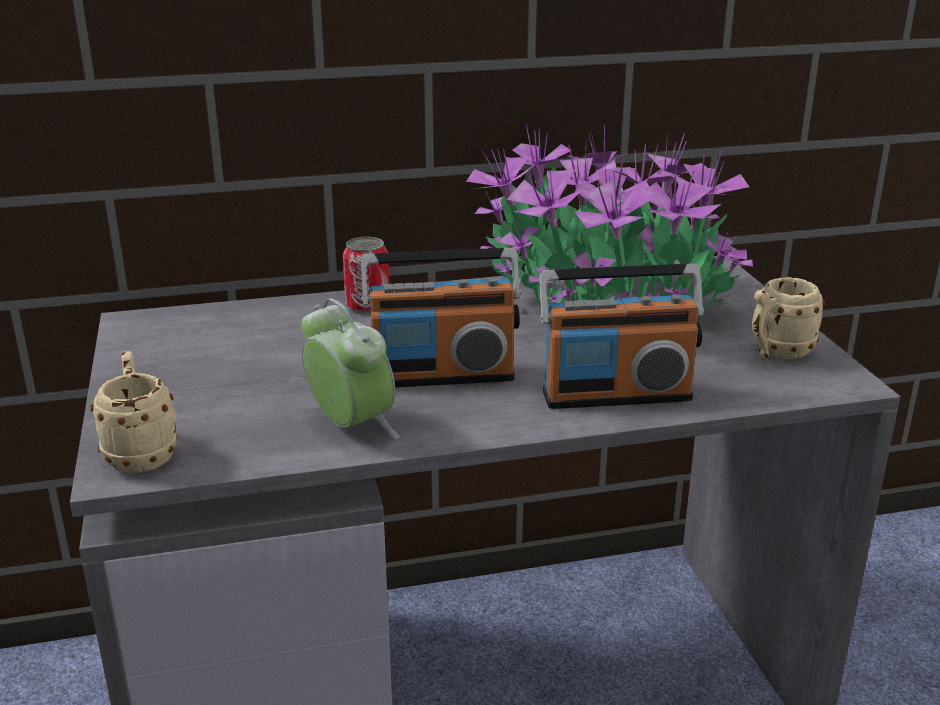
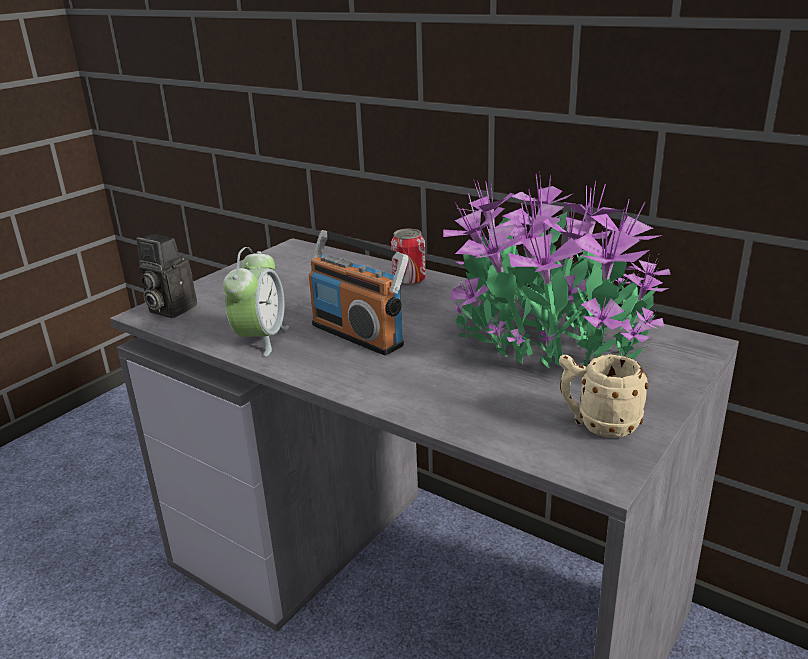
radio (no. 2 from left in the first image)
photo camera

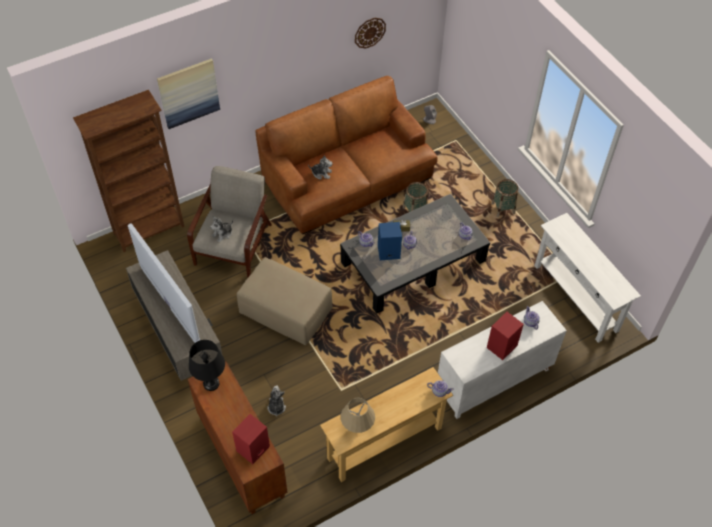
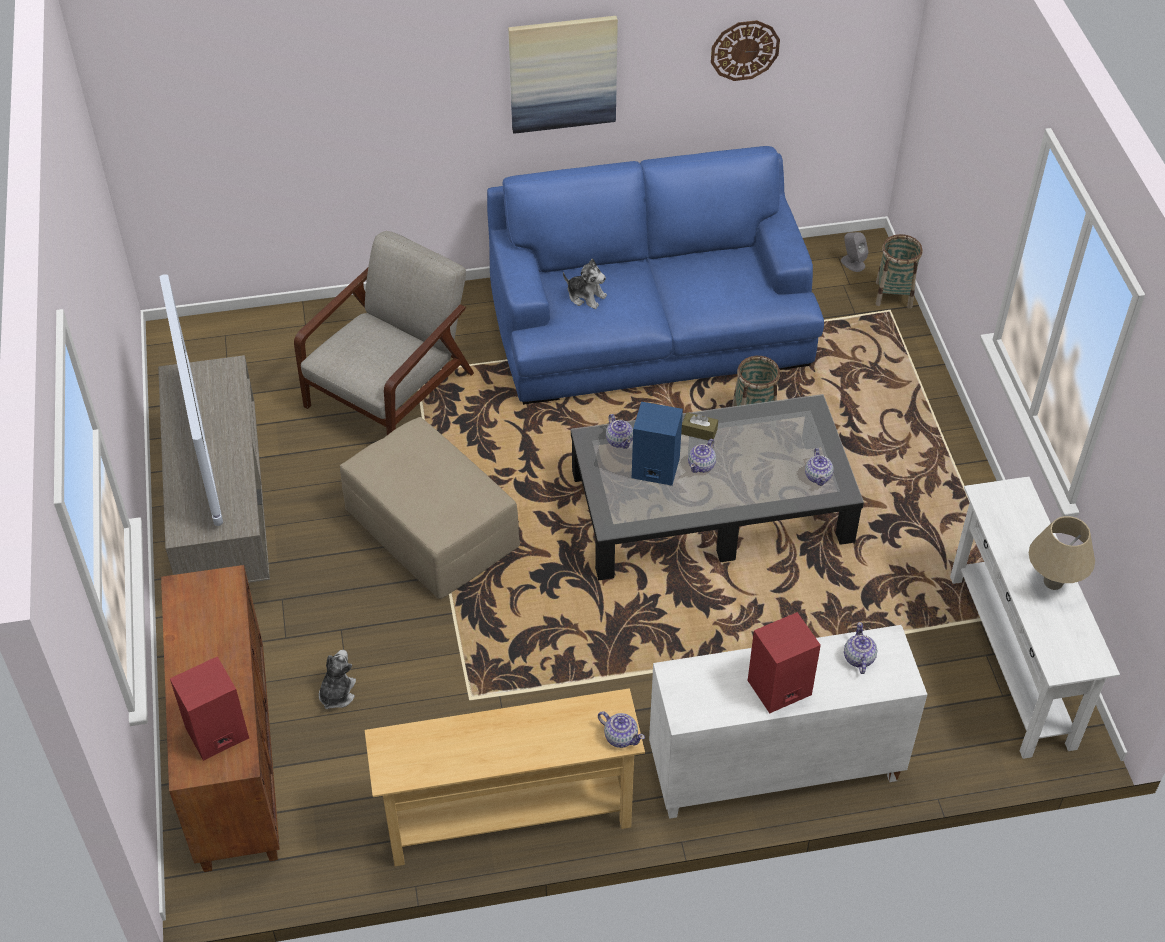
bookshelf/brown-coloured
tabletop lamp/blackish
soft toy (no. 1 from left in the first image)
wall picture
tabletop lamp/beige-coloured
basket (no. 2 from left)
sofa/blue

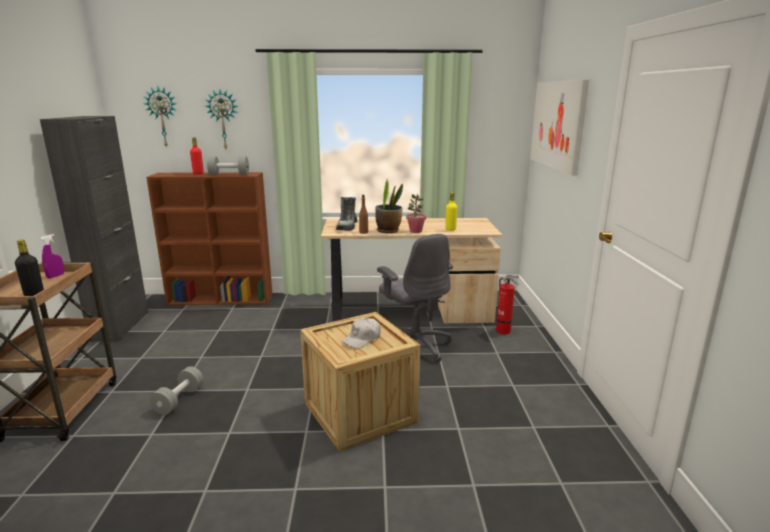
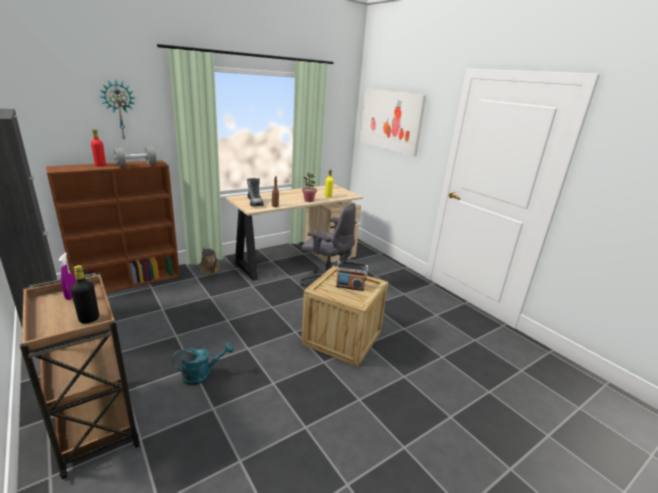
hanging clock (no. 1 from left in the first image)
houseplant (no. 1 from left in the first image)
extinguisher
watering pot/brown-coloured
watering pot/turquoise
radio

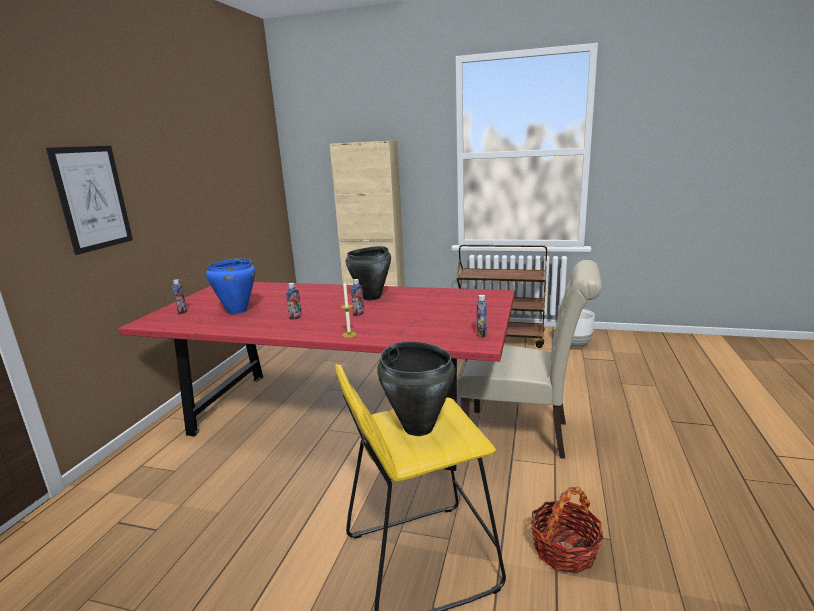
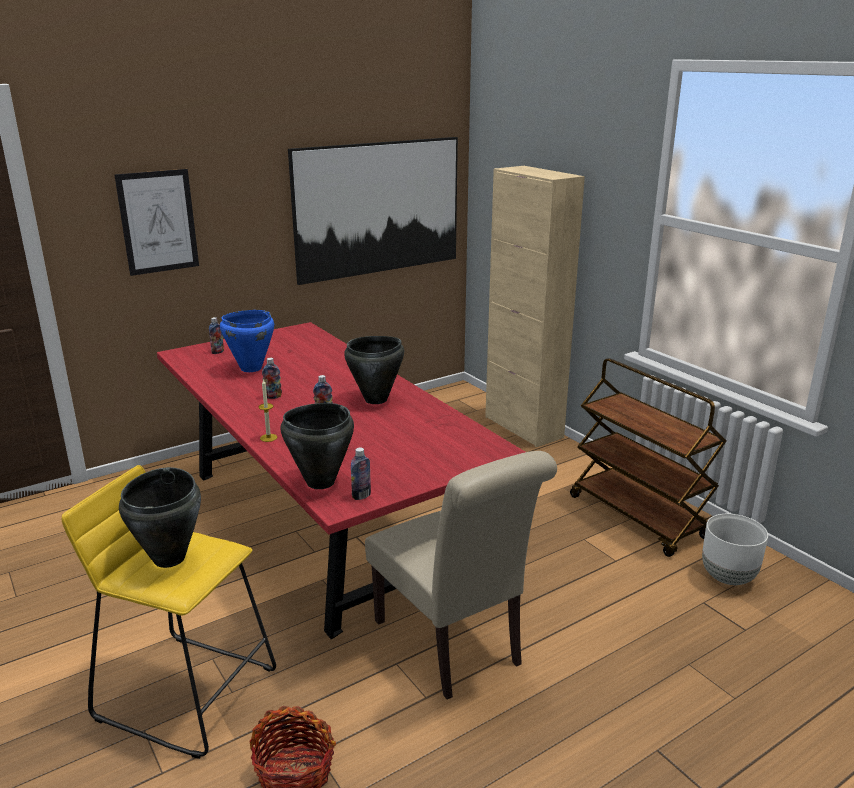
stockpot/blackish (no. 2 from left)
wall picture (no. 2 from left)

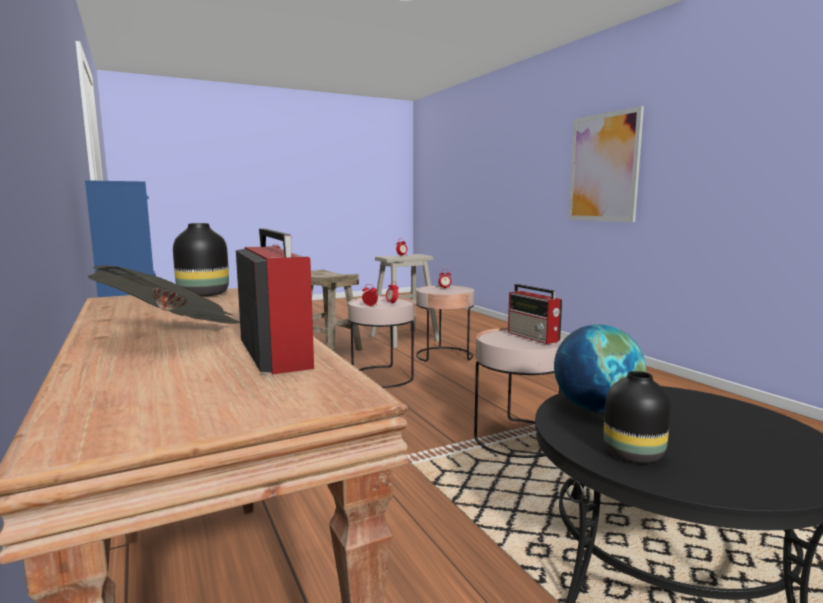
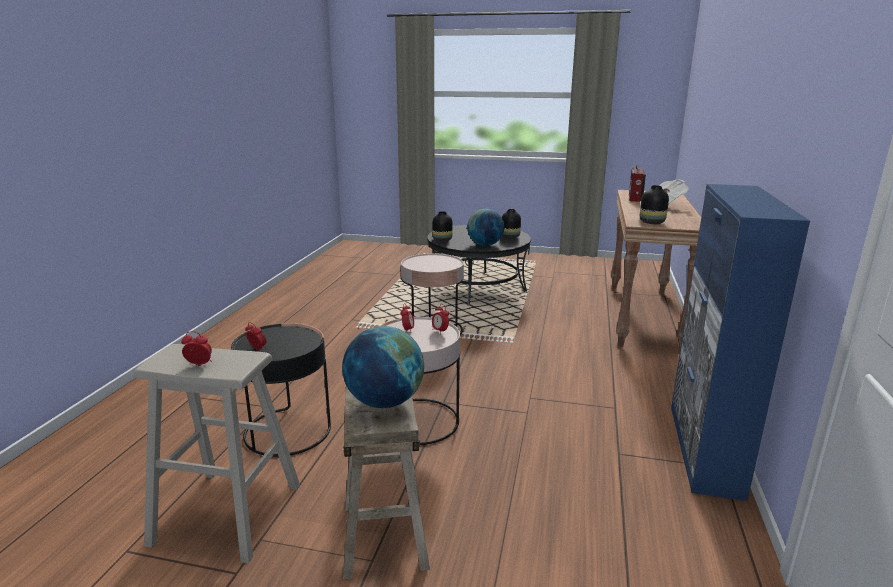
radio (no. 2 from left in the first image)
wall picture
desk globe (no. 1 from left)
vase/blackish (no. 1 from left)
end table/blackish

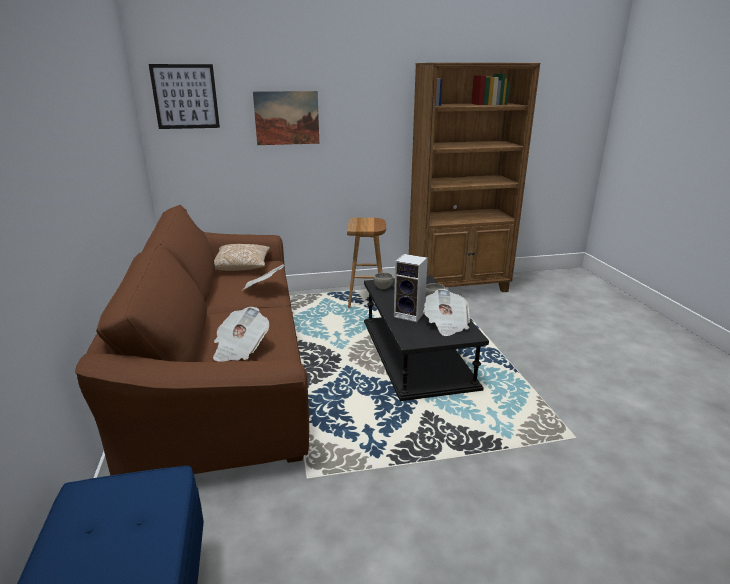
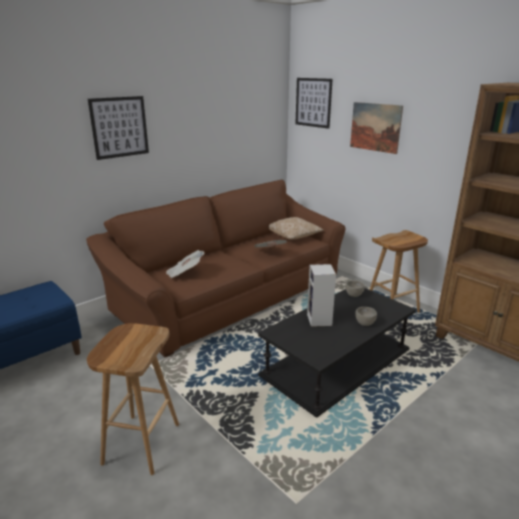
printed paper (no. 3 from left in the first image)
stool/brown-coloured (no. 1 from left)
wall picture (no. 1 from left)

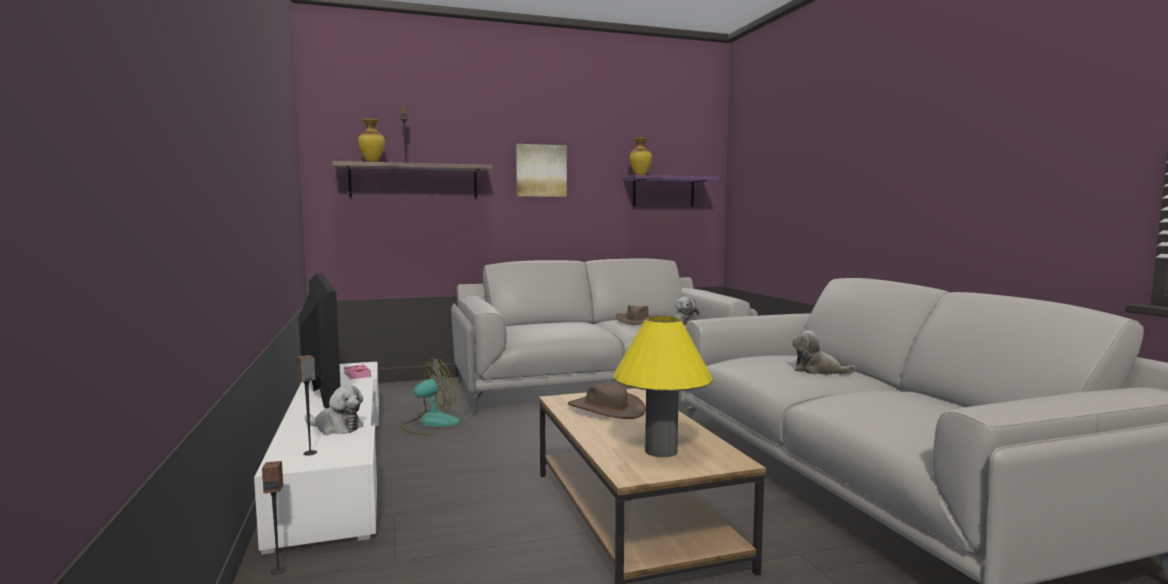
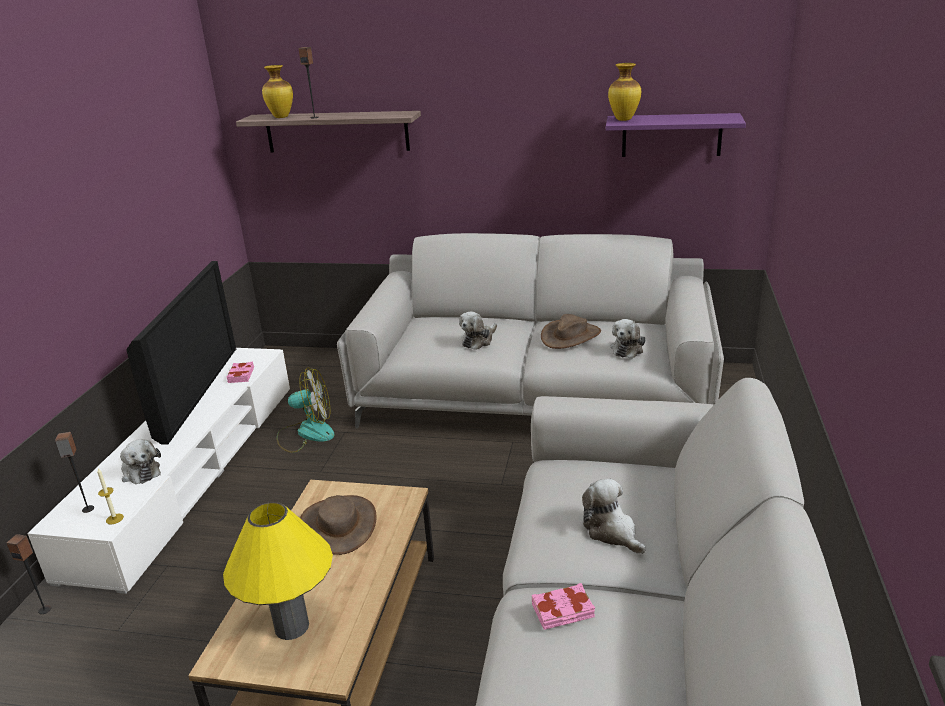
wall picture
candle
soft toy (no. 2 from left)
volume/pink-coloured (no. 2 from left)

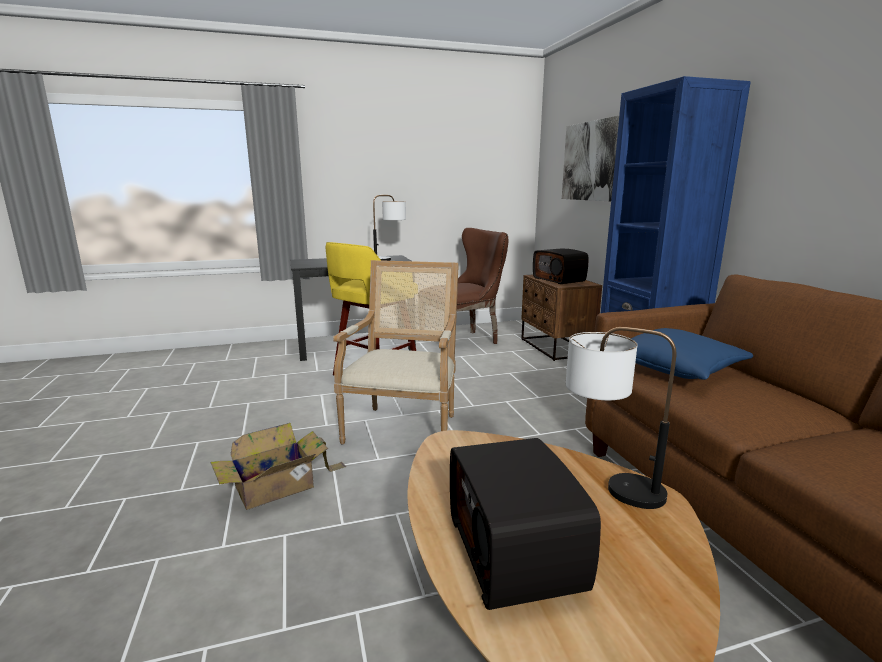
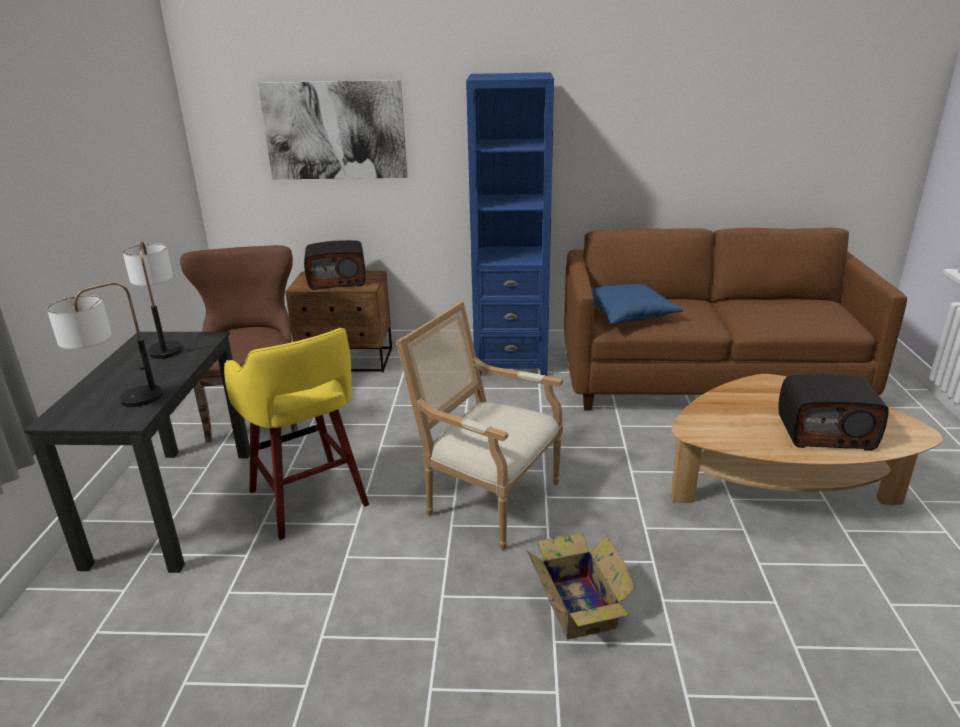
tabletop lamp (no. 1 from left)

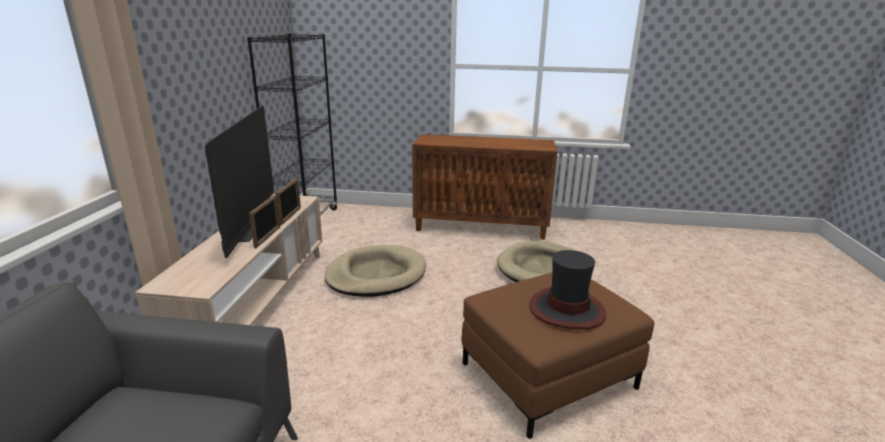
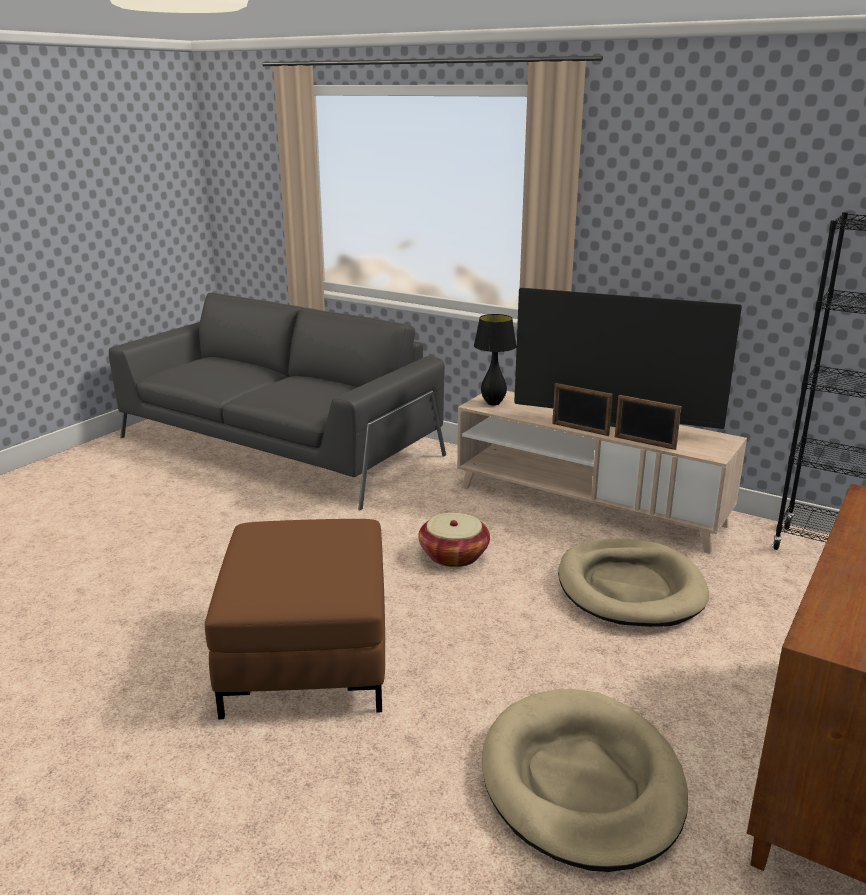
wearable hat
basket
tabletop lamp/blackish

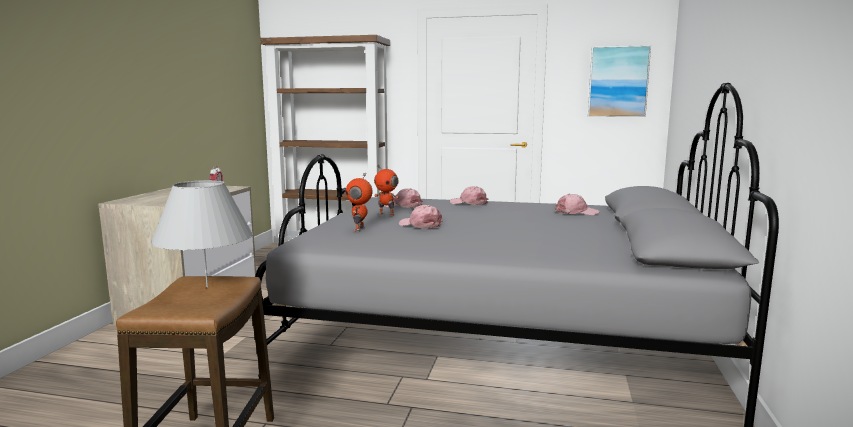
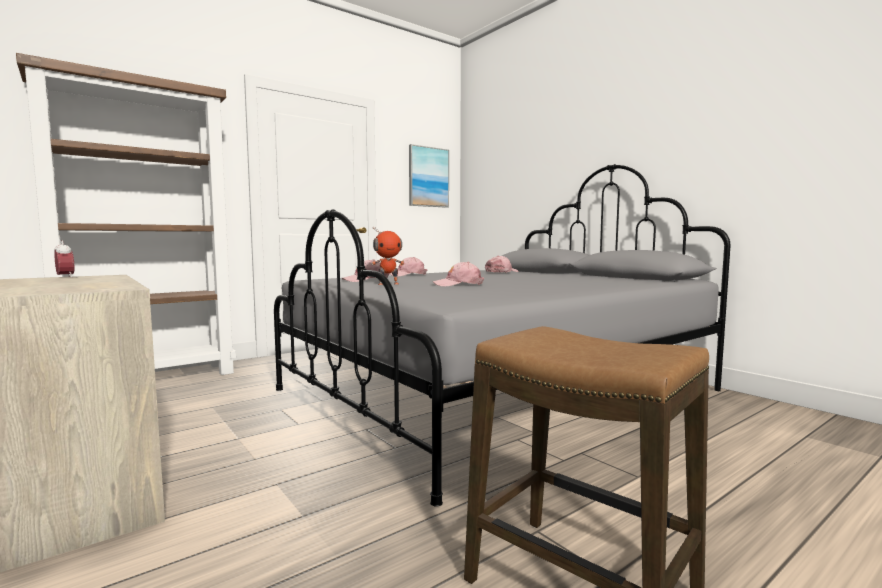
tabletop lamp/grey
robot figure (no. 1 from left in the first image)

